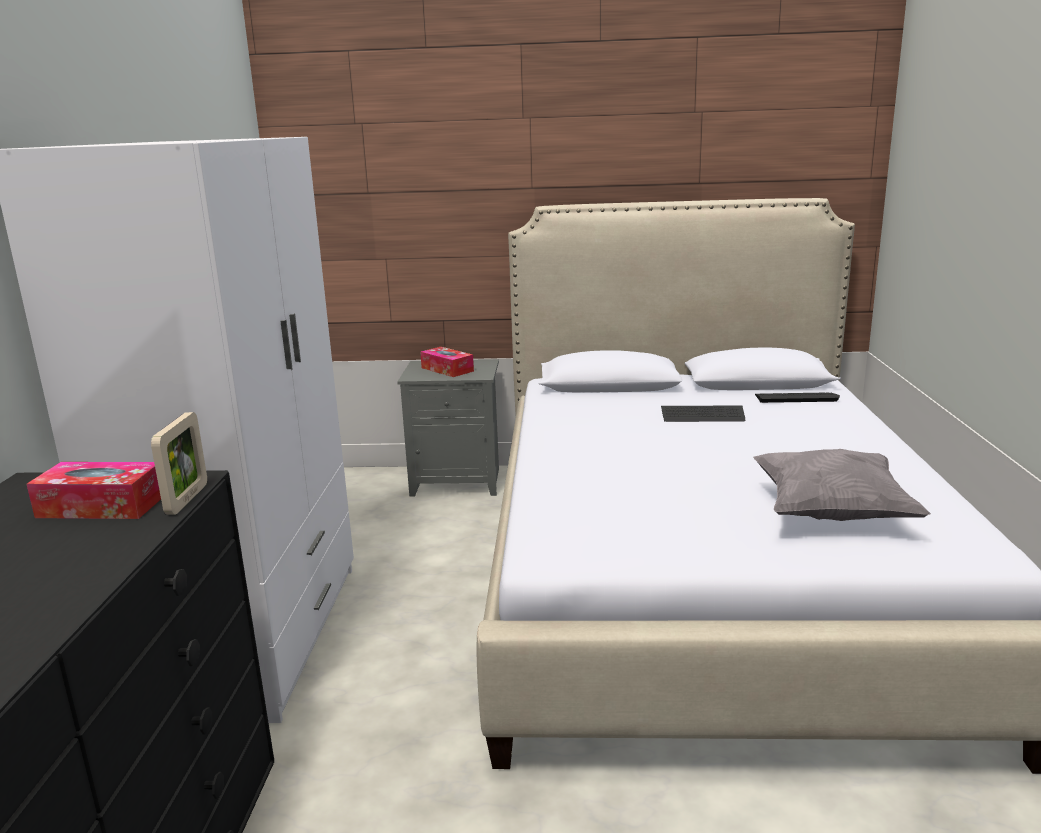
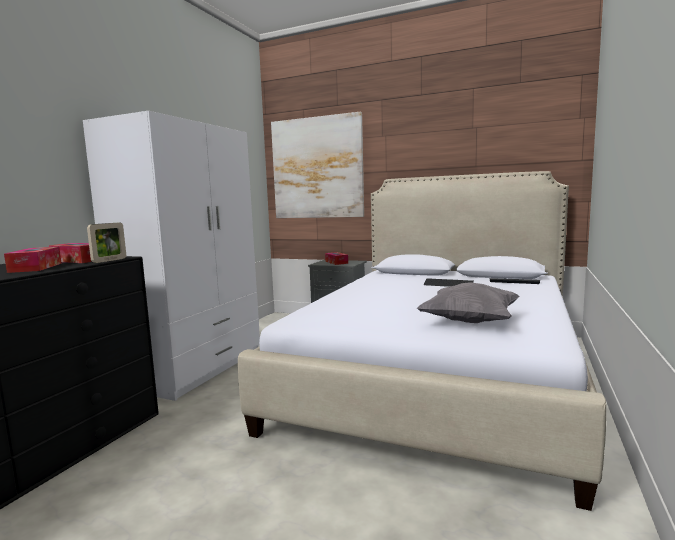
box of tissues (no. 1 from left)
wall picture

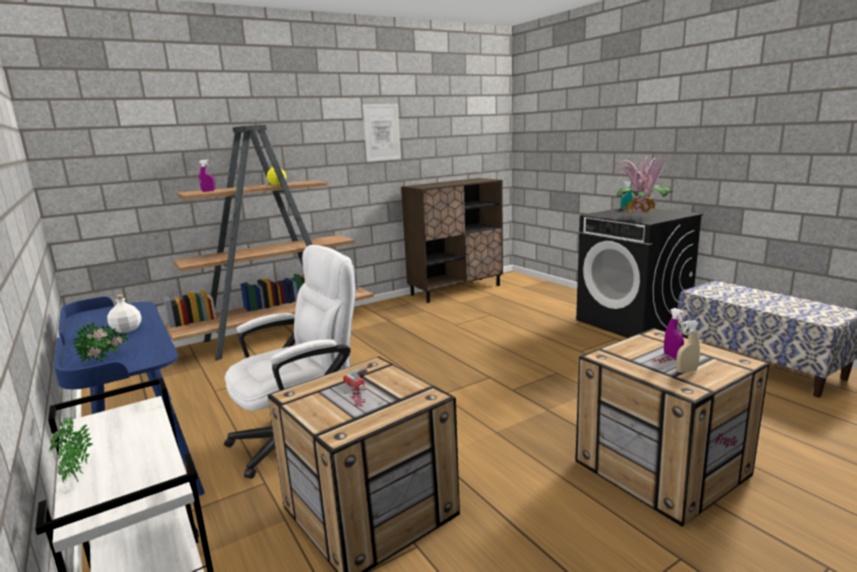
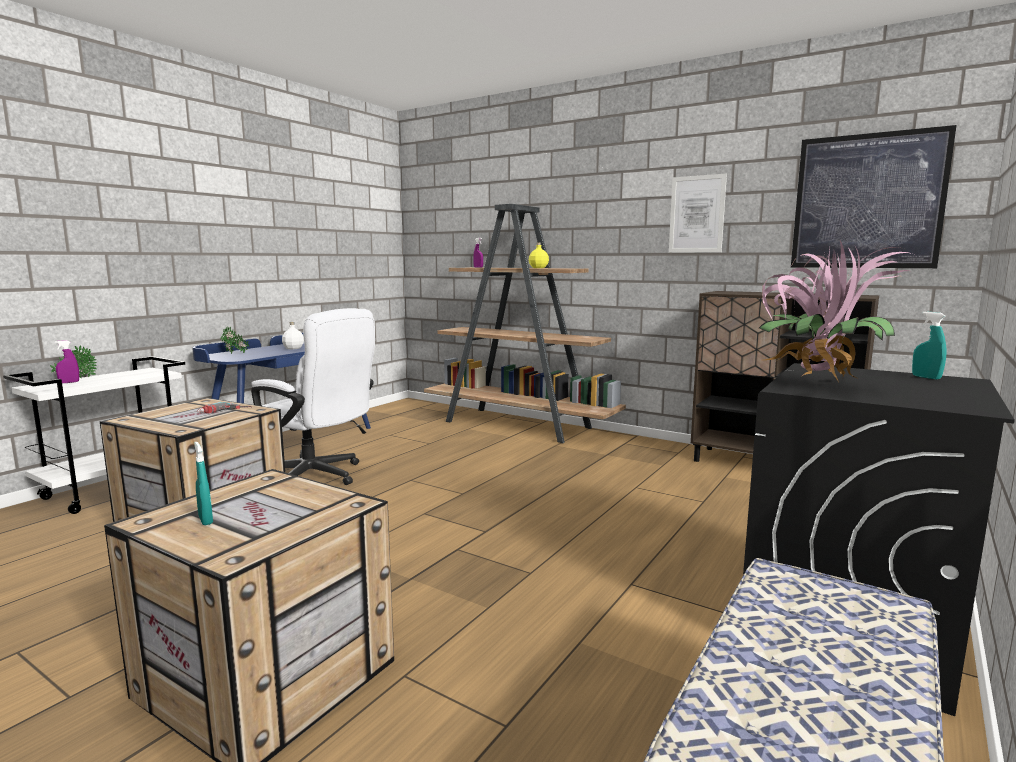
wall picture (no. 2 from left)
hand sprayer/purple-coloured (no. 1 from left)
hand sprayer/turquoise (no. 1 from left)

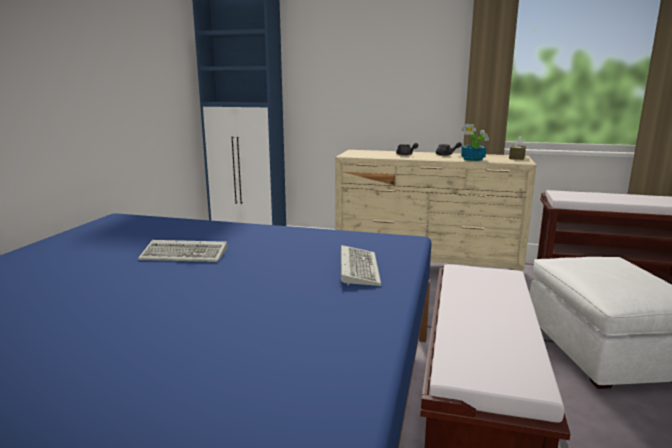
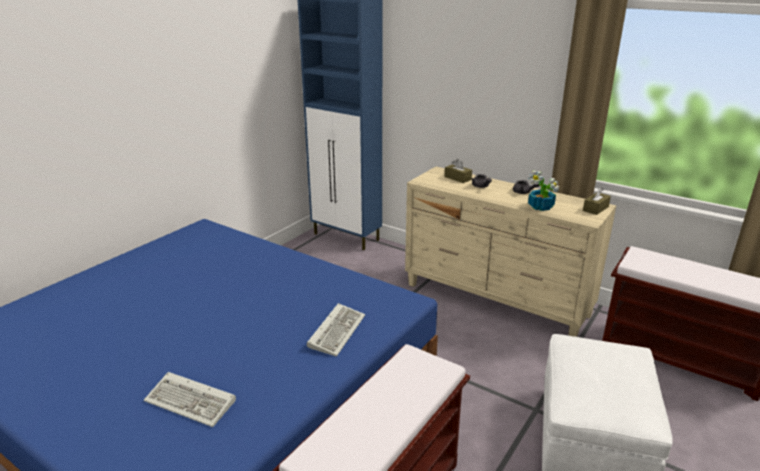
box of tissues/brown-coloured (no. 1 from left)
computer keyboard (no. 1 from left)

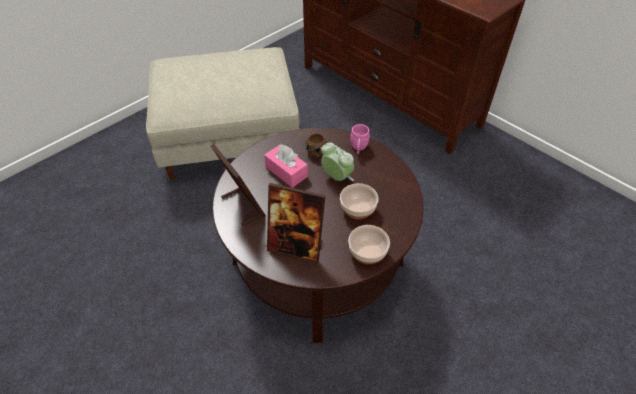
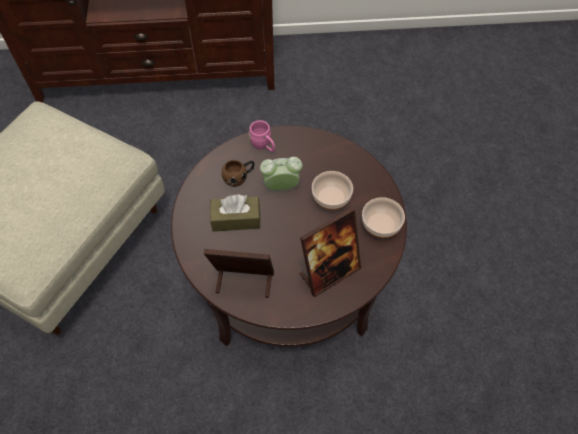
box of tissues/brown-coloured

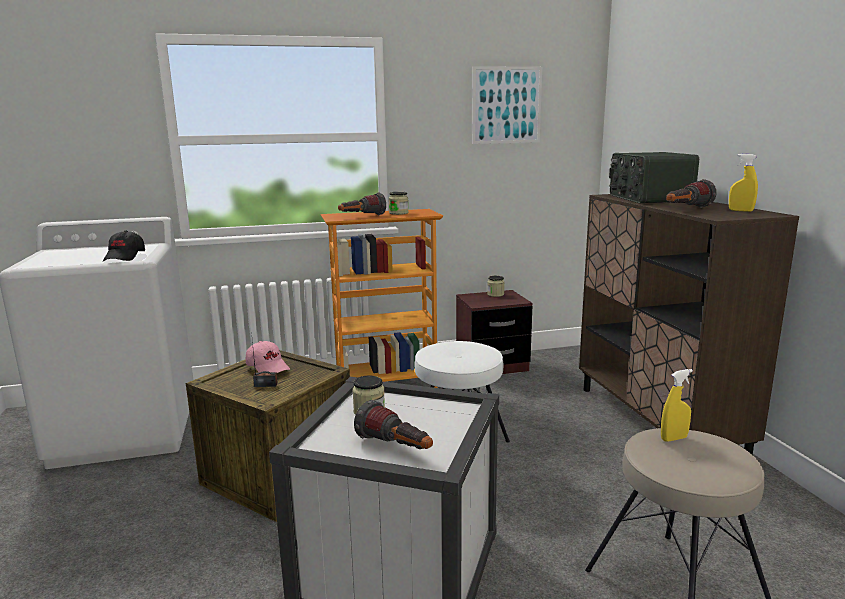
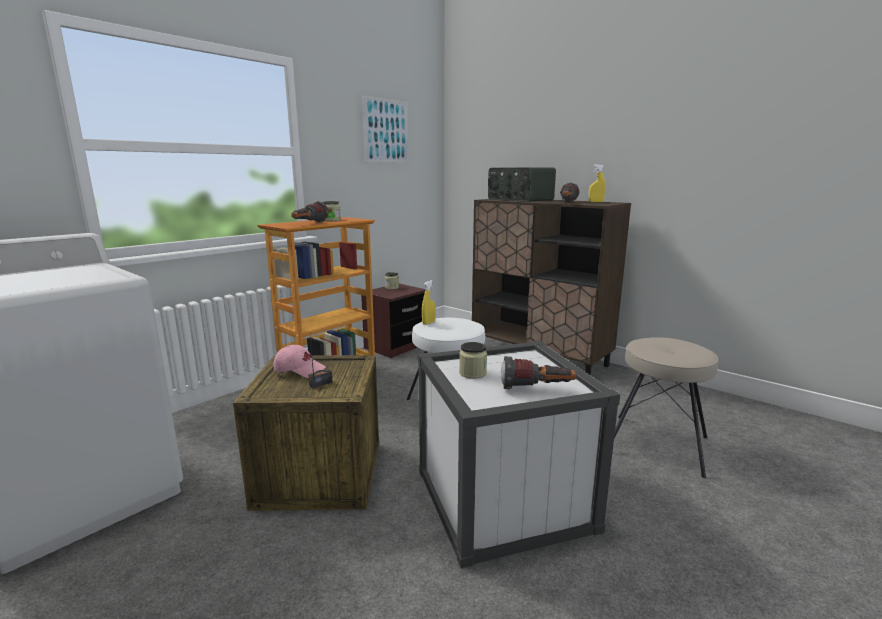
cap/blackish
hand sprayer/yellow-coloured (no. 1 from left)

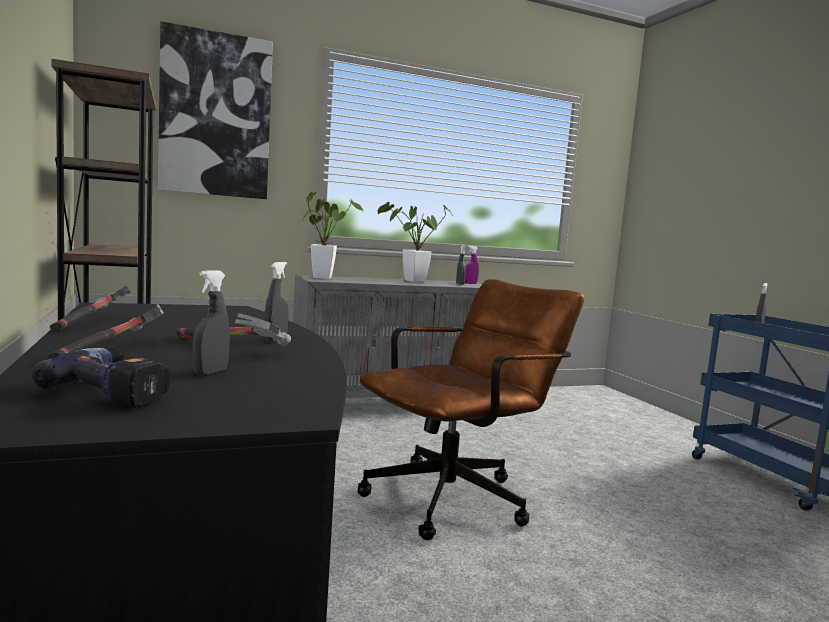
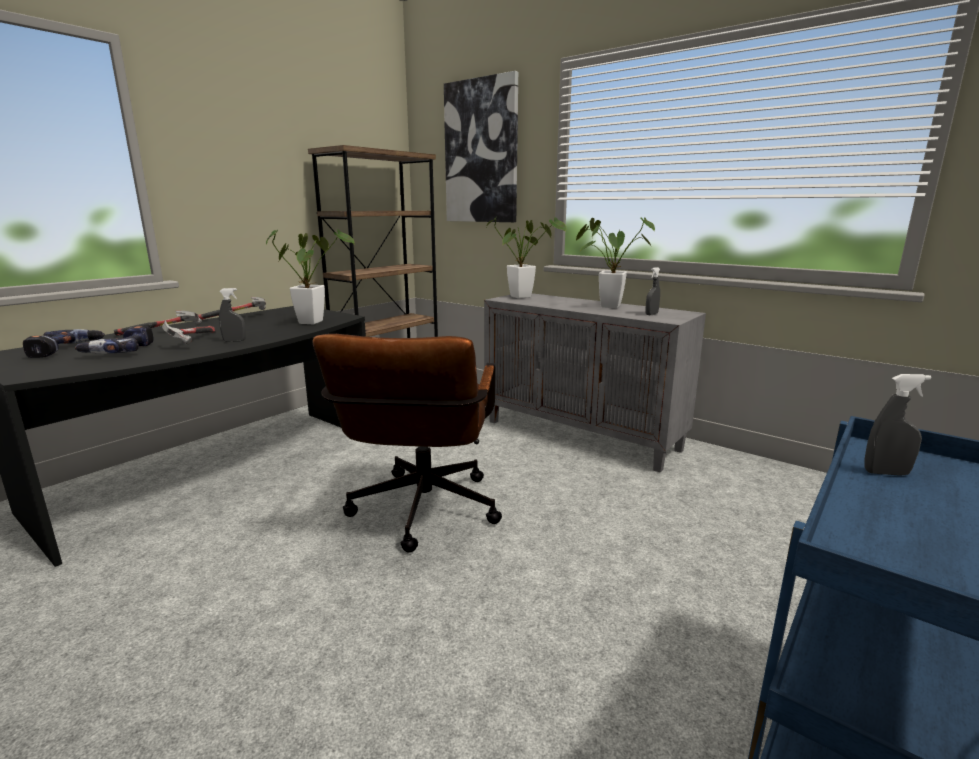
hand sprayer/purple-coloured
houseplant (no. 1 from left)
power drill (no. 2 from left)
desk chair/brown-coloured

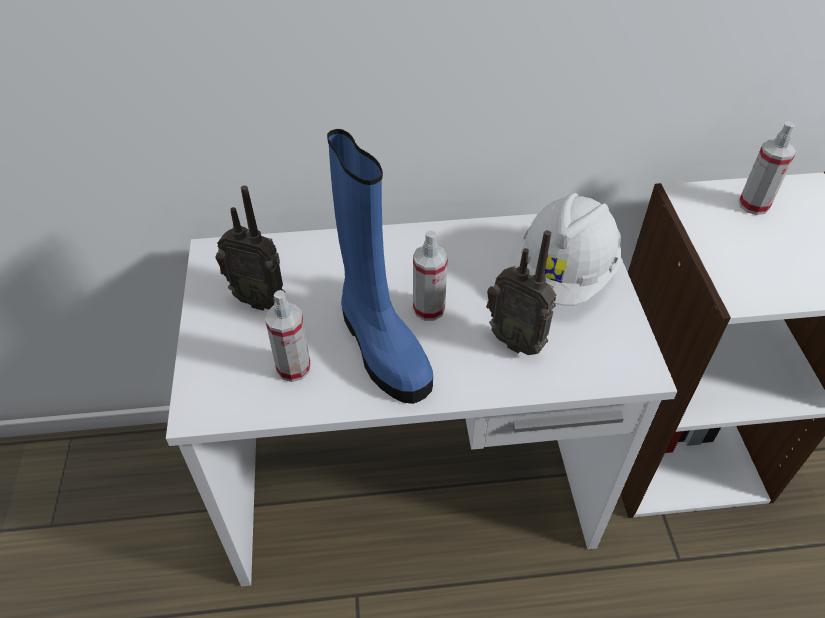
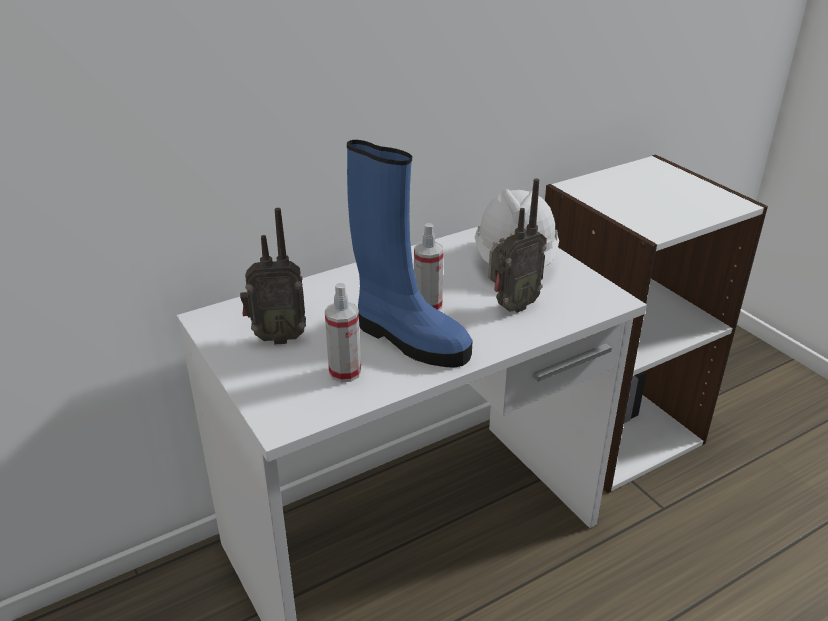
hand sprayer (no. 3 from left in the first image)
radio (no. 2 from left)

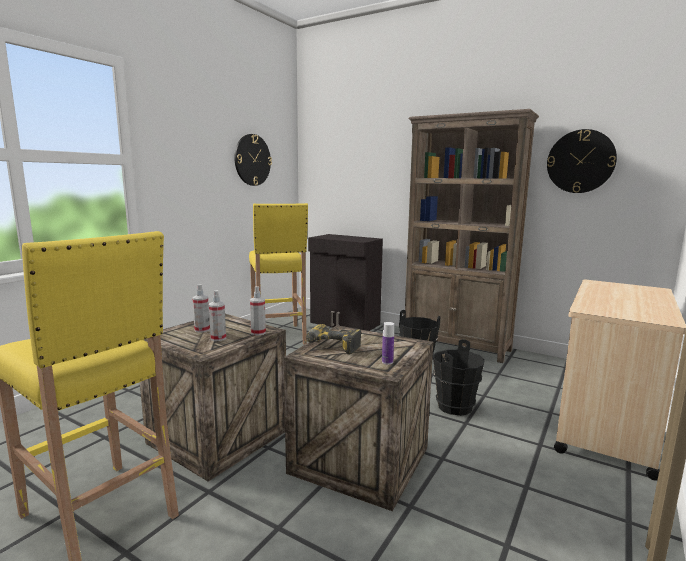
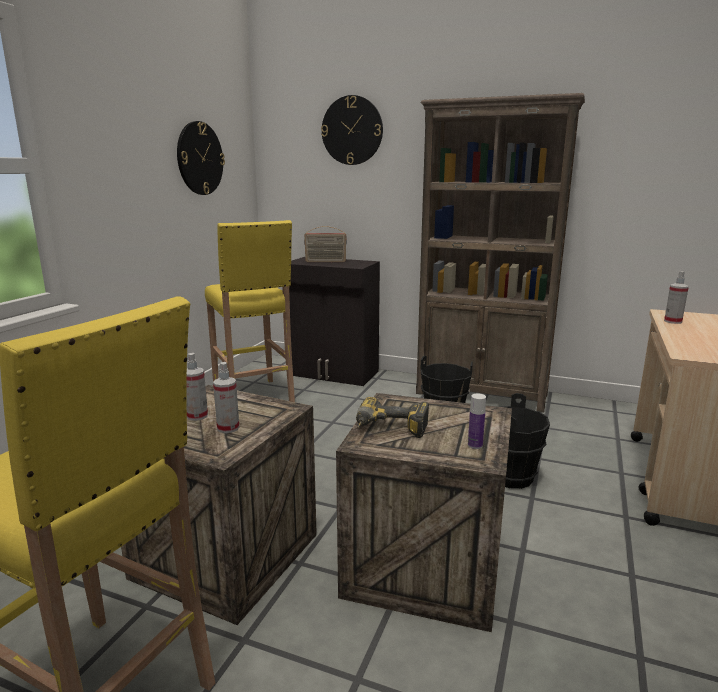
radio
hand sprayer (no. 3 from left)
hanging clock (no. 2 from left)

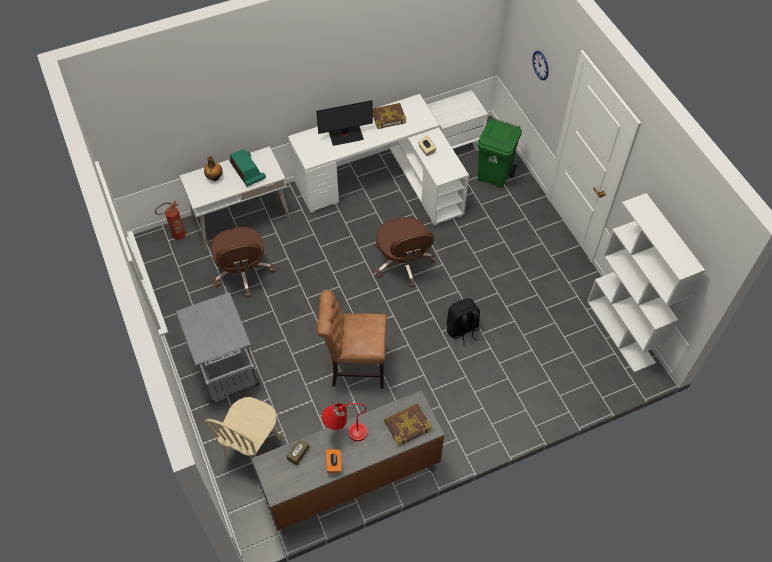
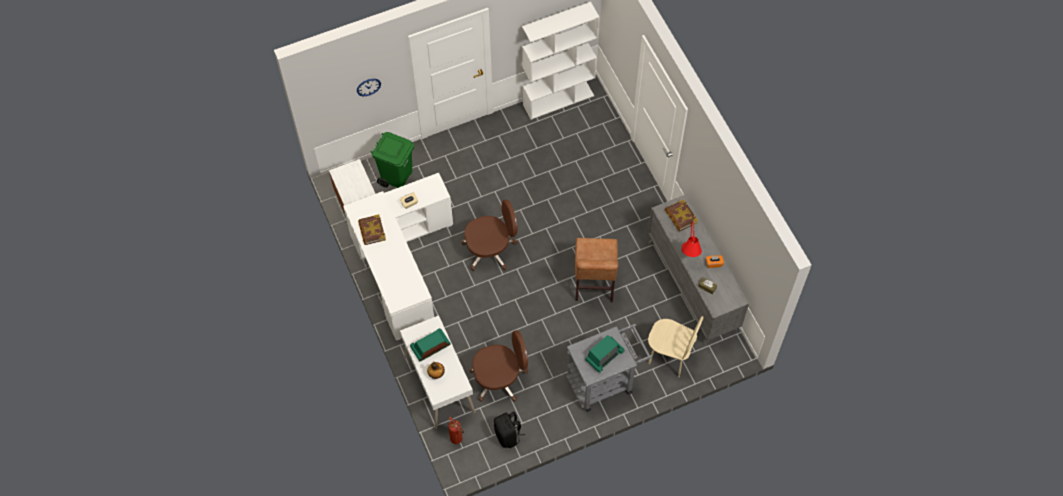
computer display
radio (no. 2 from left)
backpack/blackish

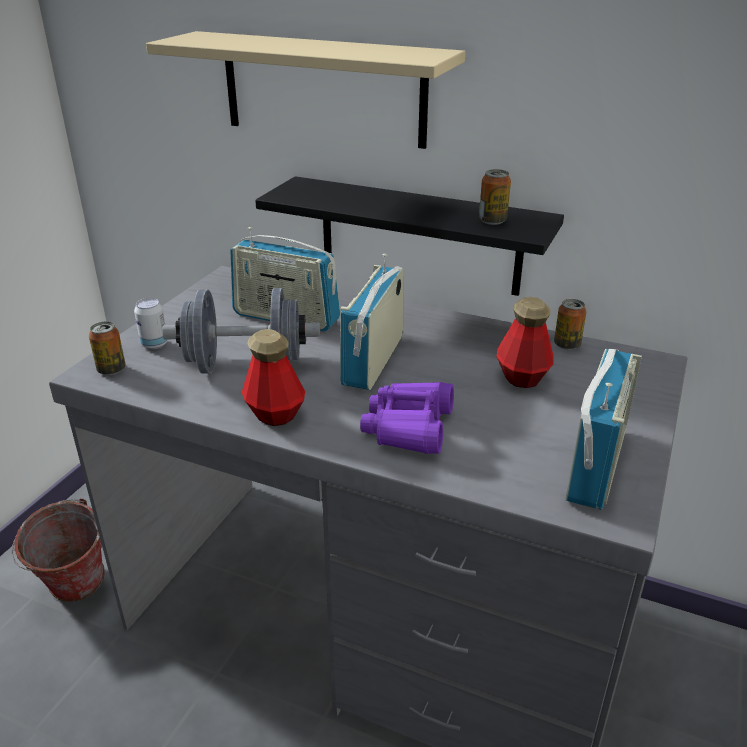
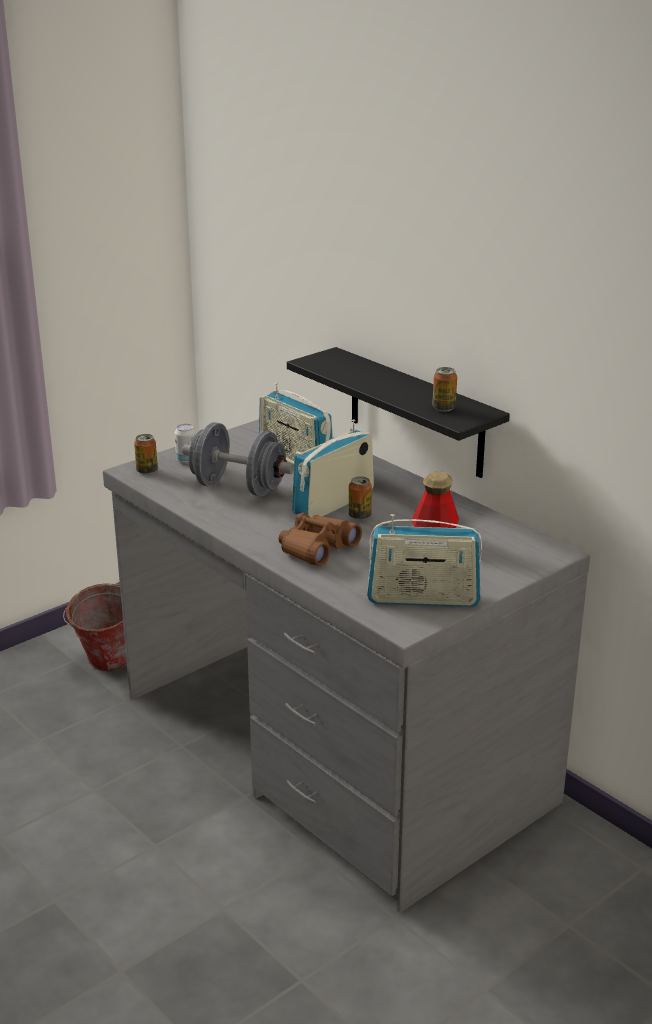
bracket shelf/beige-coloured
beverage bottle (no. 1 from left in the first image)
metal can (no. 3 from left)
field glasses/brown-coloured
radio (no. 3 from left)

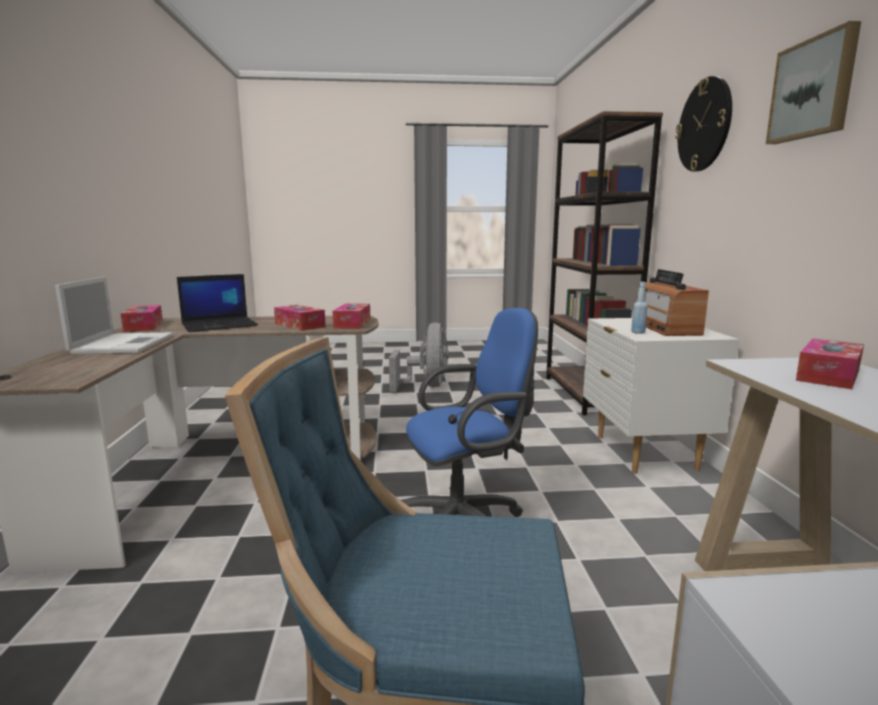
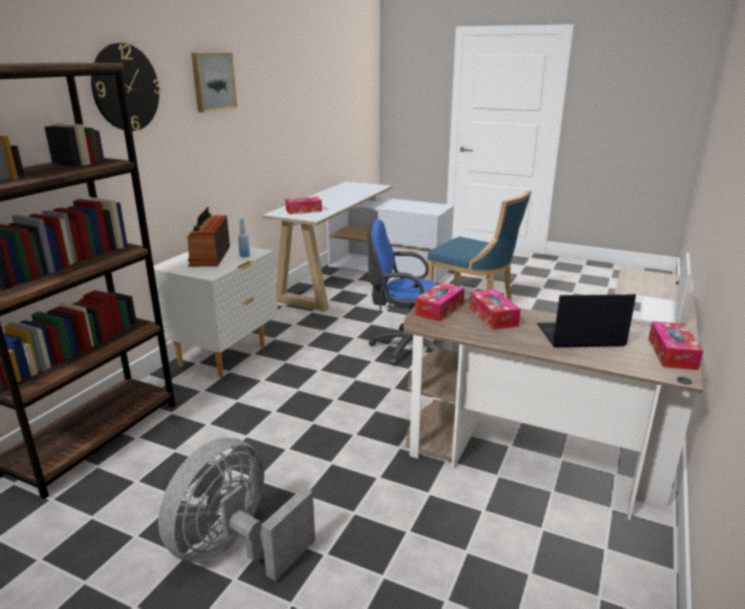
radio

